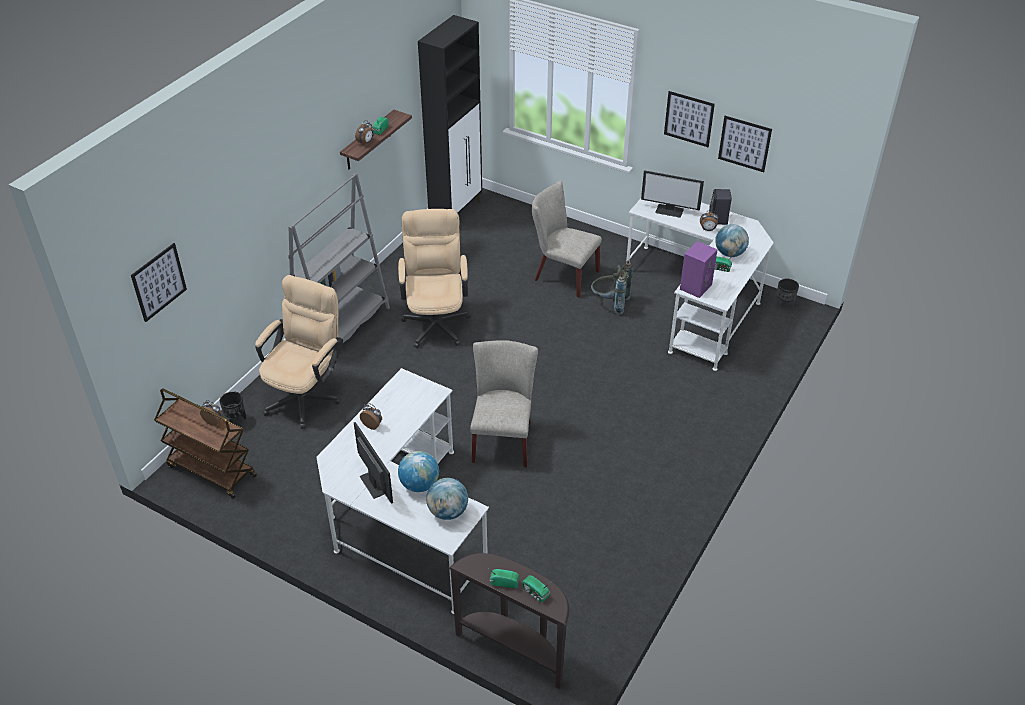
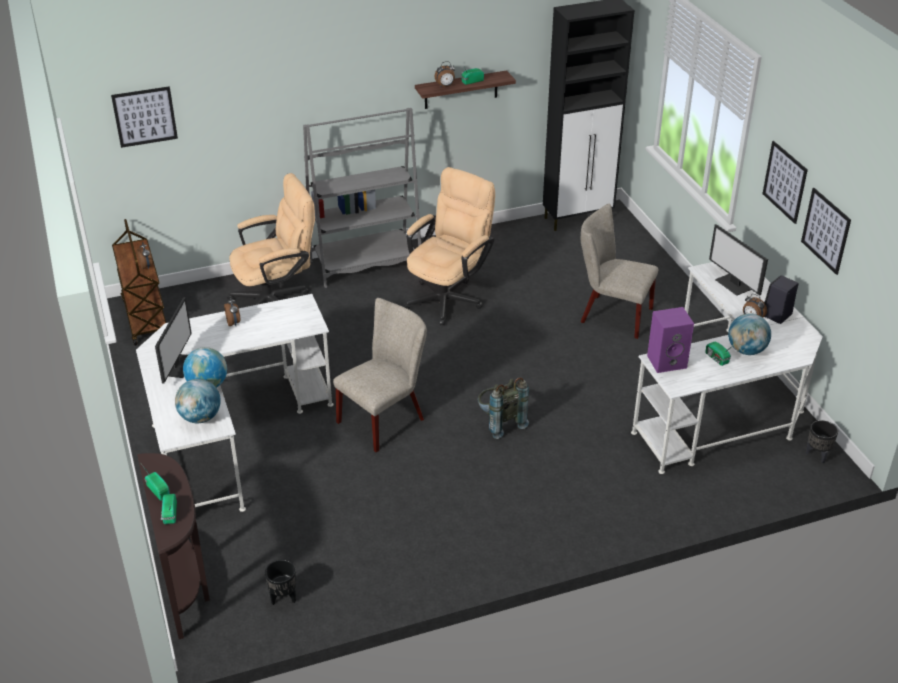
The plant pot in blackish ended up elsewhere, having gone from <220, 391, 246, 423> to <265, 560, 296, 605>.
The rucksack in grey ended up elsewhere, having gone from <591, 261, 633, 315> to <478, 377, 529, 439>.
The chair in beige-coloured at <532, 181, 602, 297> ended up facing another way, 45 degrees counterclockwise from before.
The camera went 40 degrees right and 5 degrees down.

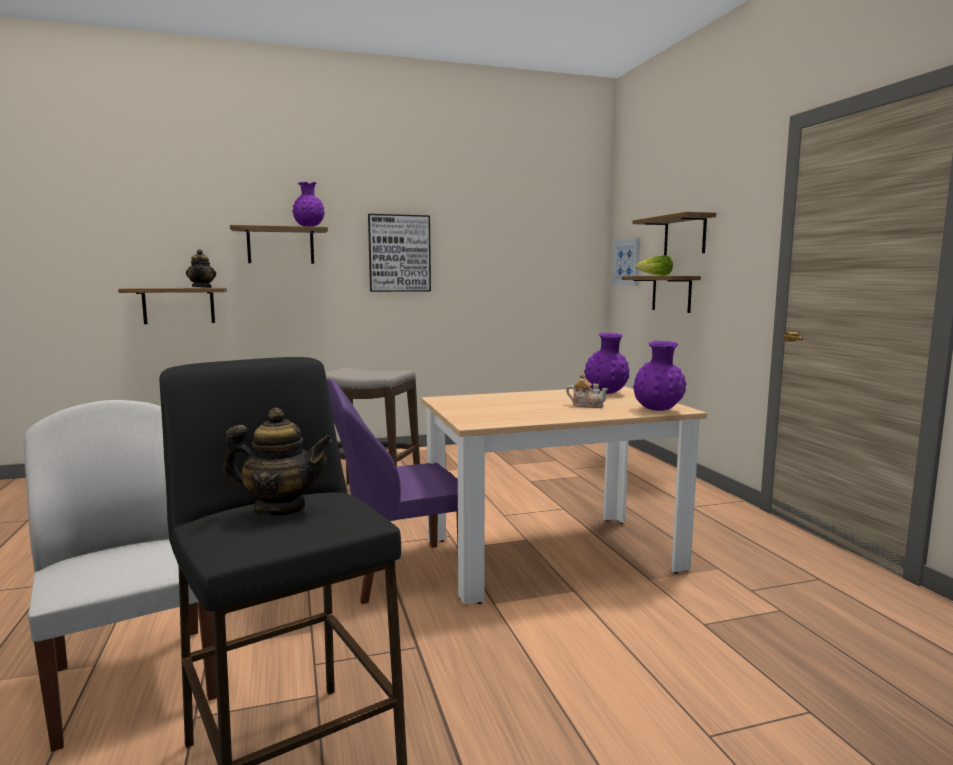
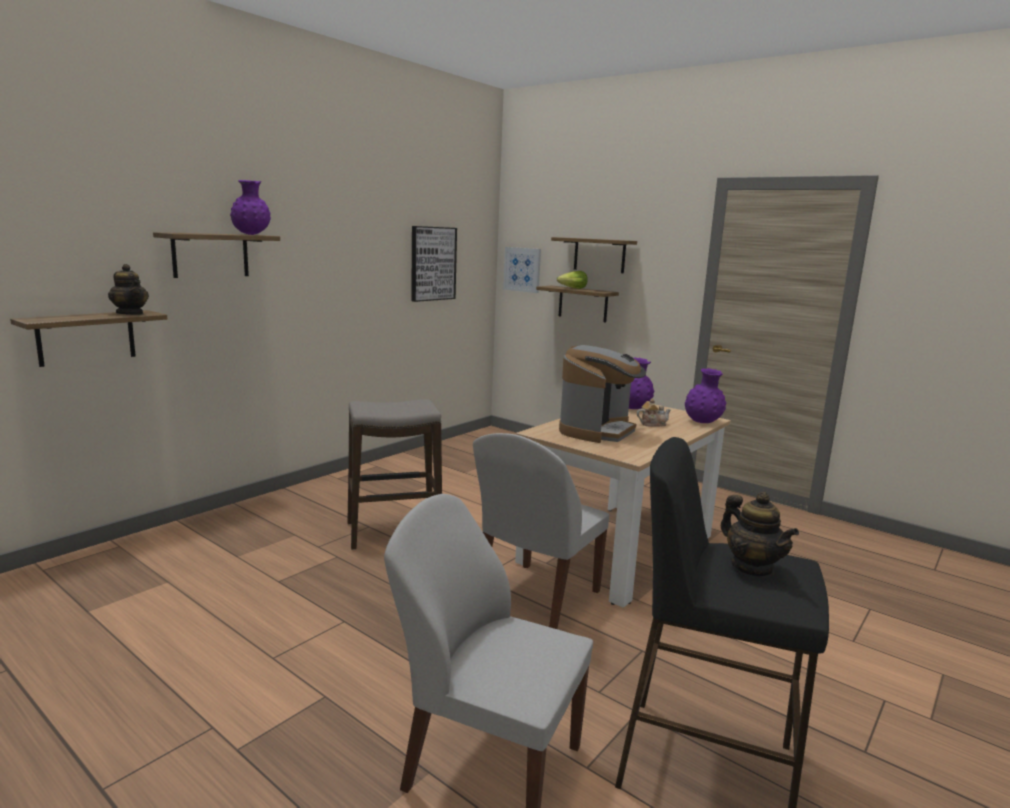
The second view gained the coffee maker at <559, 345, 646, 443>.
The wall art ended up elsewhere, having gone from <368, 214, 431, 292> to <411, 226, 457, 302>.
What was the chair in purple-coloured at <327, 379, 458, 604> turned into the chair in whitish at <473, 433, 609, 629>.
The pot for tea at <222, 408, 333, 516> ended up facing another way, 90 degrees clockwise from before.
The camera went 35 degrees left and 5 degrees up.

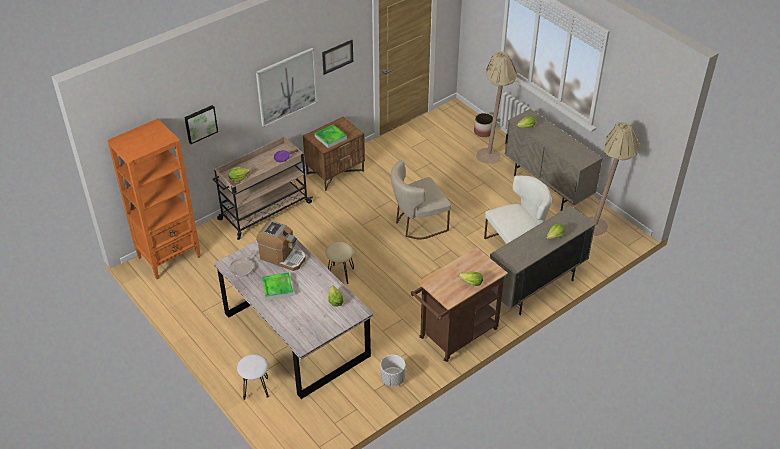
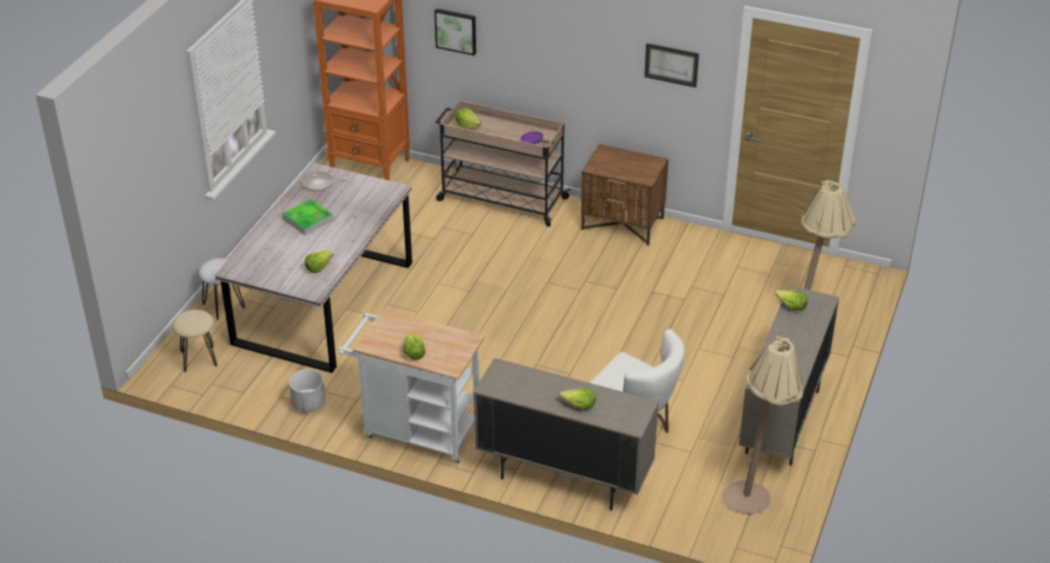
The second view lost the wall art at <256, 48, 317, 128>.
The second view lost the coffee maker at <256, 221, 306, 271>.
The second view lost the tray at <314, 124, 347, 148>.
The second view lost the chair in beige-coloured at <391, 160, 451, 240>.
The second view lost the plant pot at <474, 113, 493, 137>.
The sitting stool in beige-coloured ended up elsewhere, having gone from <325, 242, 354, 284> to <172, 310, 217, 372>.
What was the cart in brown at <411, 247, 508, 362> turned into the cart in whitish at <338, 309, 485, 465>.
The camera went 60 degrees right and 5 degrees down.

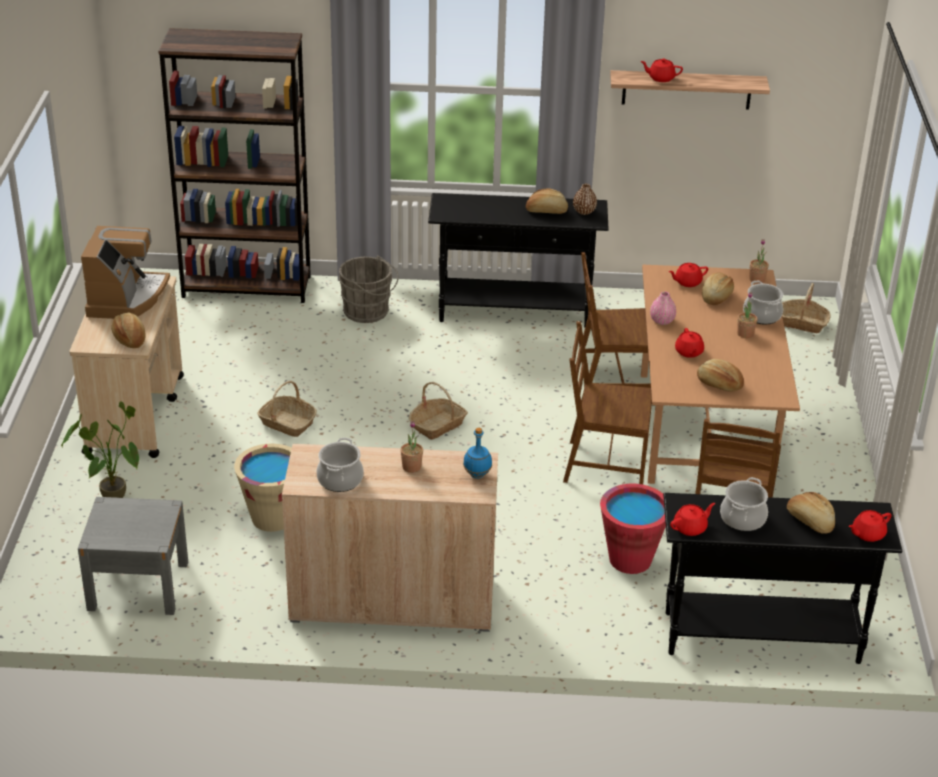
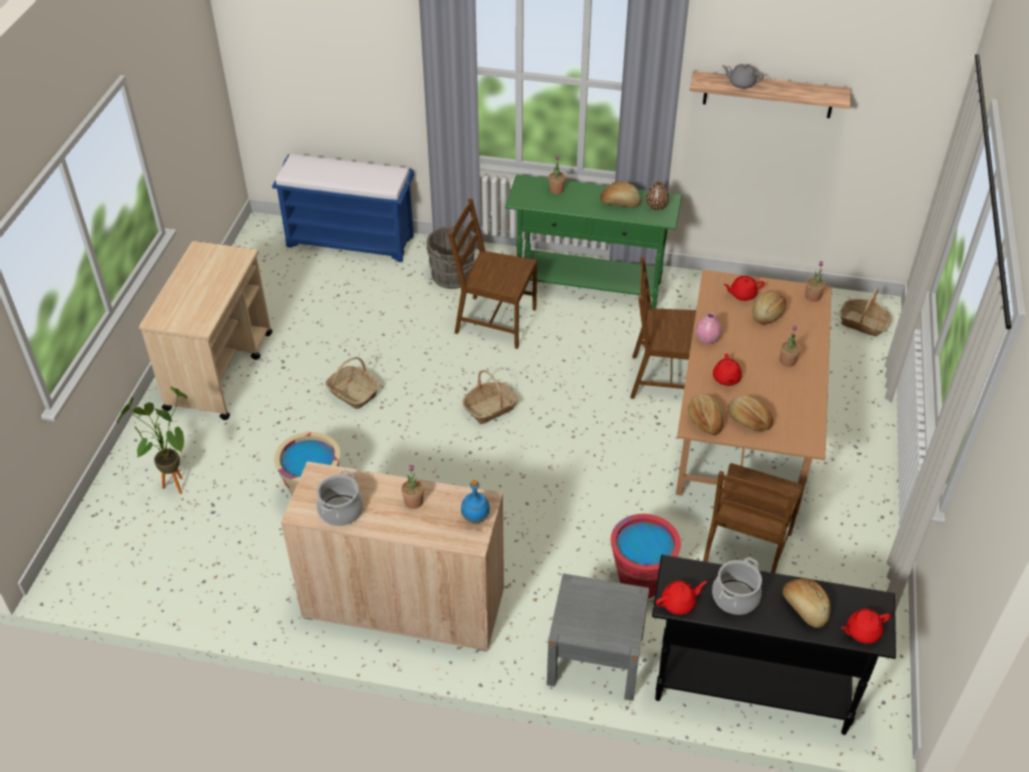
The second view lost the coffee maker at <81, 226, 170, 319>.
The second view lost the stockpot at <743, 281, 783, 325>.
The second view gained the houseplant at <549, 155, 566, 195>.
The nightstand in grey ended up elsewhere, having gone from <78, 497, 188, 615> to <547, 573, 650, 701>.
The bread ended up elsewhere, having gone from <111, 312, 146, 348> to <688, 395, 724, 435>.
The chair in brown ended up elsewhere, having gone from <563, 321, 652, 484> to <448, 198, 537, 349>.
Where the shelving unit in brown stood at <158, 28, 311, 303>, the bench in blue-coloured came to stand at <272, 154, 414, 262>.
What was the narrow table in blackish at <428, 193, 609, 328> turned into the narrow table in green at <505, 175, 682, 308>.
What was the pot for tea in reddish at <640, 58, 683, 82> turned into the pot for tea in grey at <722, 64, 764, 89>.
The camera went 10 degrees right and 10 degrees up.

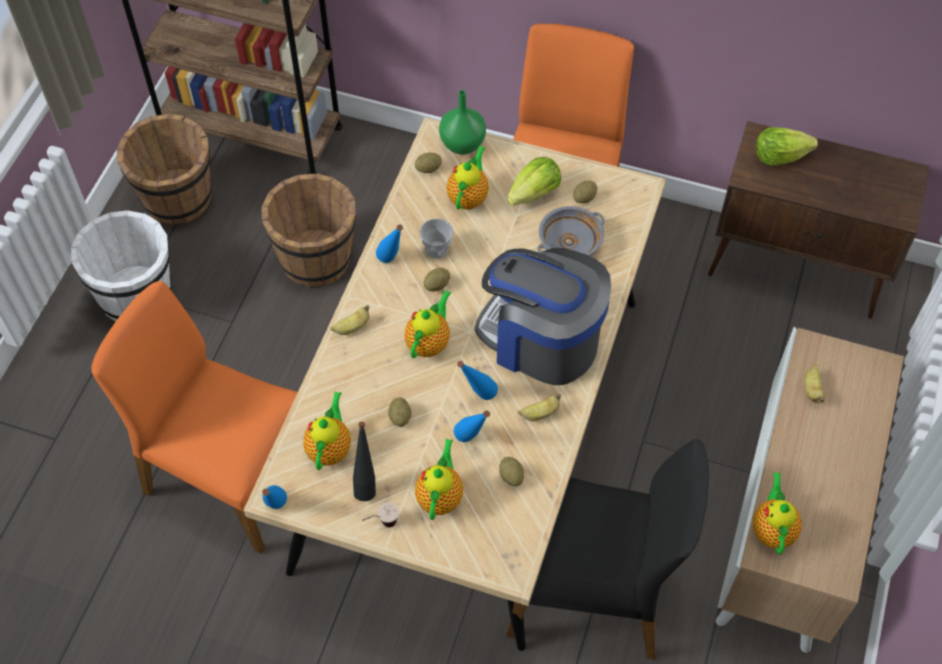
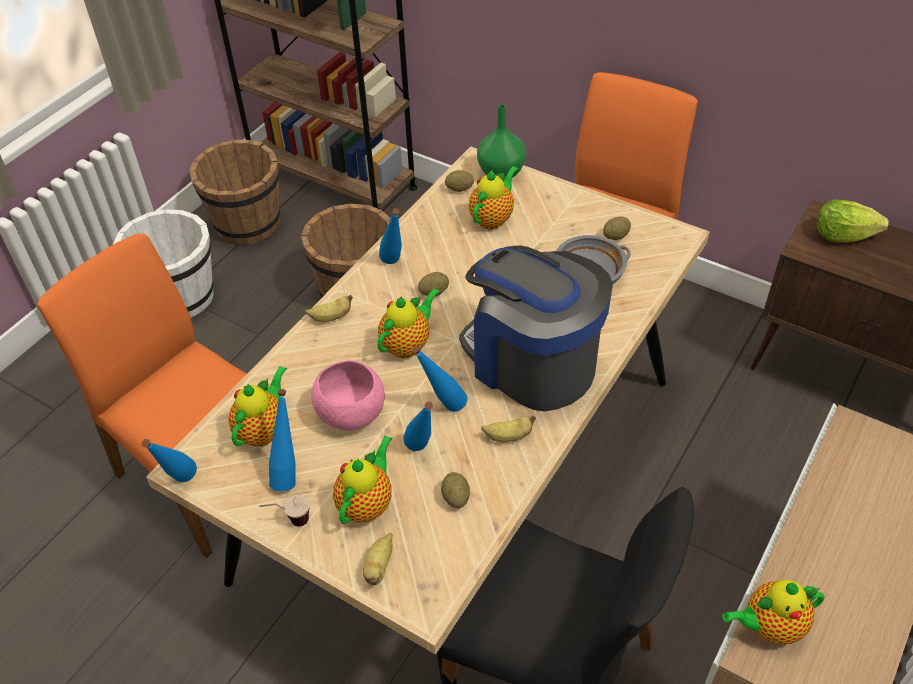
The second view lost the small cup at <420, 219, 453, 258>.
The second view lost the head of lettuce at <507, 157, 561, 206>.
The banana ended up elsewhere, having gone from <804, 364, 824, 403> to <363, 533, 393, 585>.
Where the spud stood at <388, 397, 412, 427>, the deep dish in pink-coloured came to stand at <311, 360, 385, 431>.
What was the beverage bottle in blackish at <353, 422, 376, 501> turned into the beverage bottle in blue-coloured at <269, 389, 295, 492>.
The pot for tea at <753, 472, 802, 555> ended up facing another way, 120 degrees counterclockwise from before.
The camera went 15 degrees right and 10 degrees down.

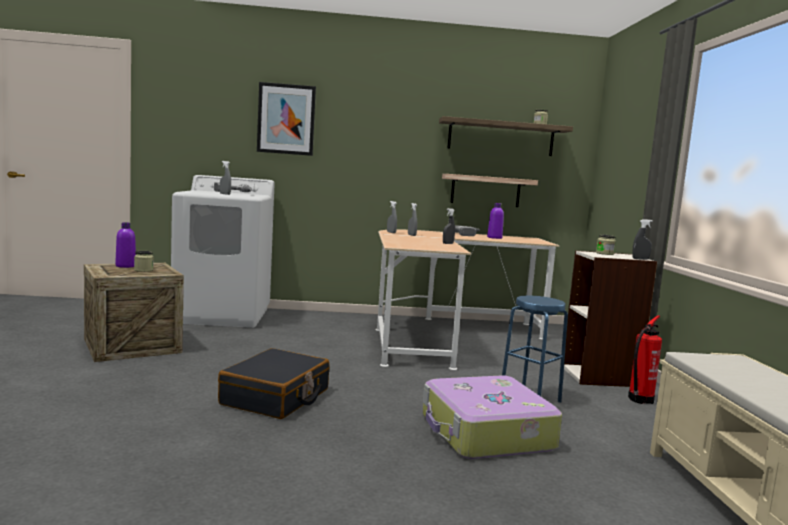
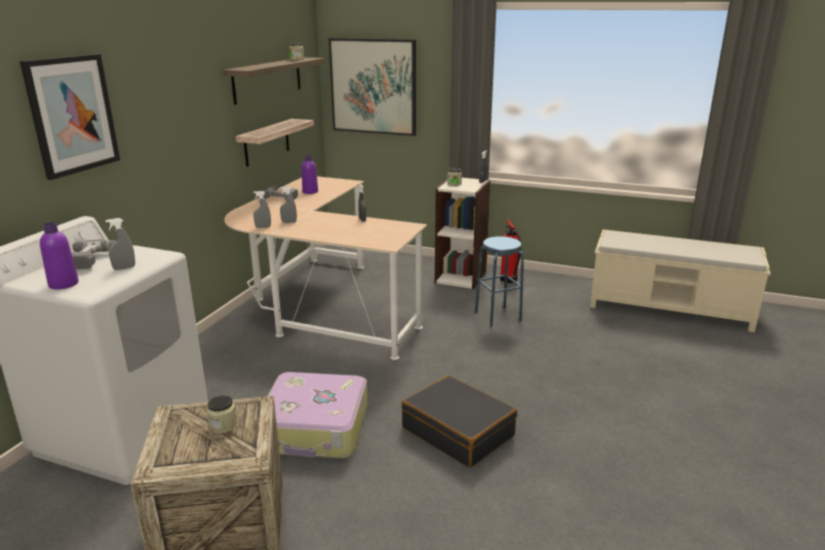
The second view gained the wall art at <328, 38, 416, 136>.
The beverage bottle in purple-coloured ended up elsewhere, having gone from <115, 222, 136, 268> to <40, 222, 79, 289>.
The suitcase ended up elsewhere, having gone from <423, 375, 562, 459> to <268, 372, 368, 458>.
The camera went 65 degrees left and 15 degrees up.

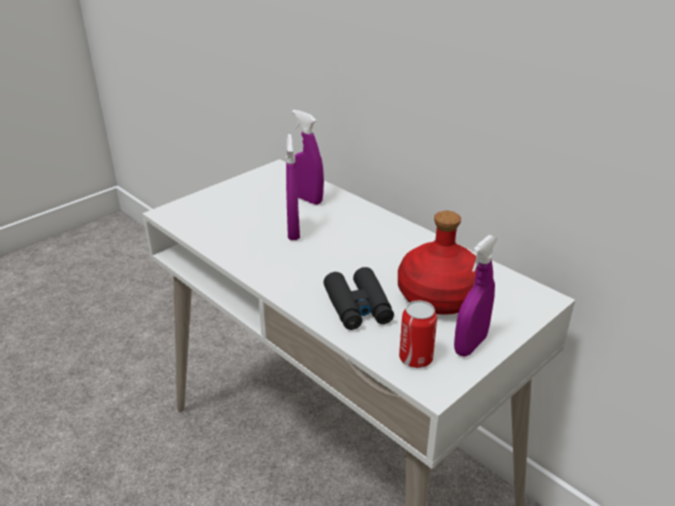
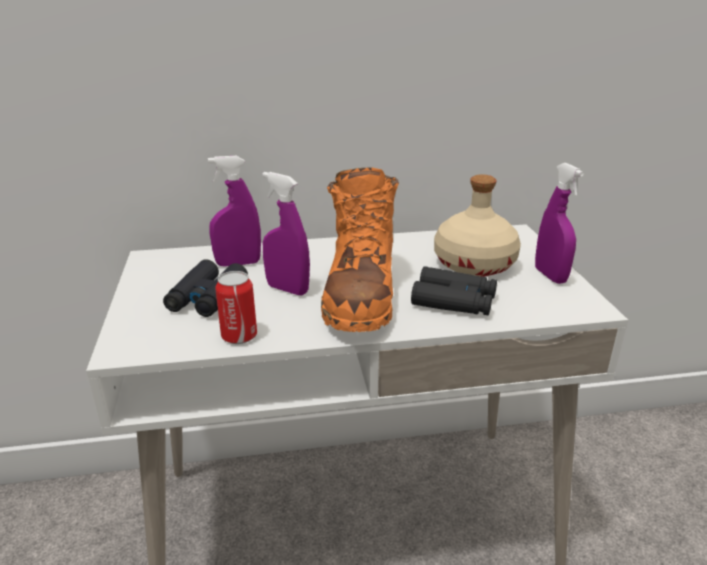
The second view gained the field glasses in blackish at <163, 259, 248, 317>.
The second view gained the high-top boot in orange-coloured at <321, 167, 399, 332>.
The sealed can ended up elsewhere, having gone from <399, 300, 437, 368> to <215, 271, 257, 344>.
What was the beverage bottle in reddish at <398, 211, 477, 315> turned into the beverage bottle in beige-coloured at <434, 174, 521, 277>.
The camera went 55 degrees left and 5 degrees down.

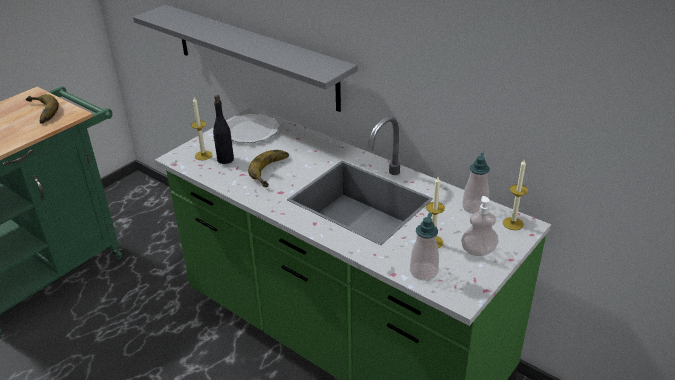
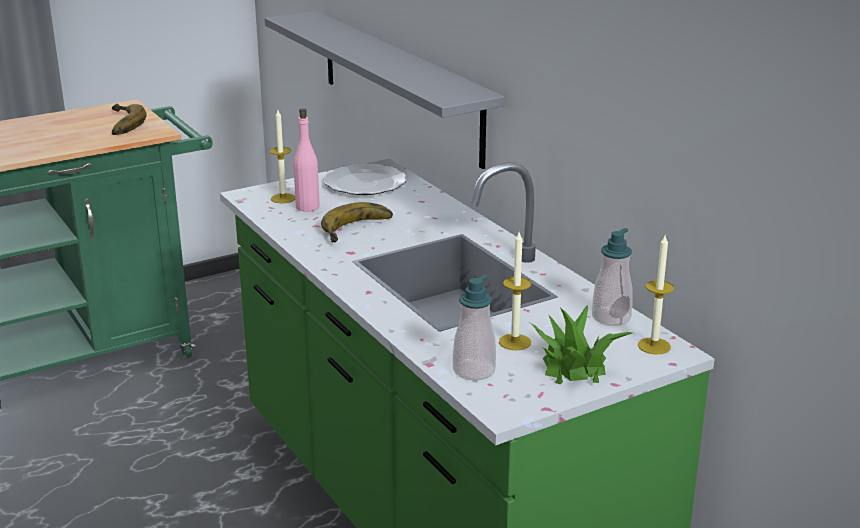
Where the liquid soap bottle stood at <461, 196, 499, 256>, the houseplant came to stand at <530, 305, 632, 385>.
What was the beverage bottle in blackish at <213, 95, 234, 164> turned into the beverage bottle in pink-coloured at <294, 108, 320, 212>.
The camera went 20 degrees right and 10 degrees down.

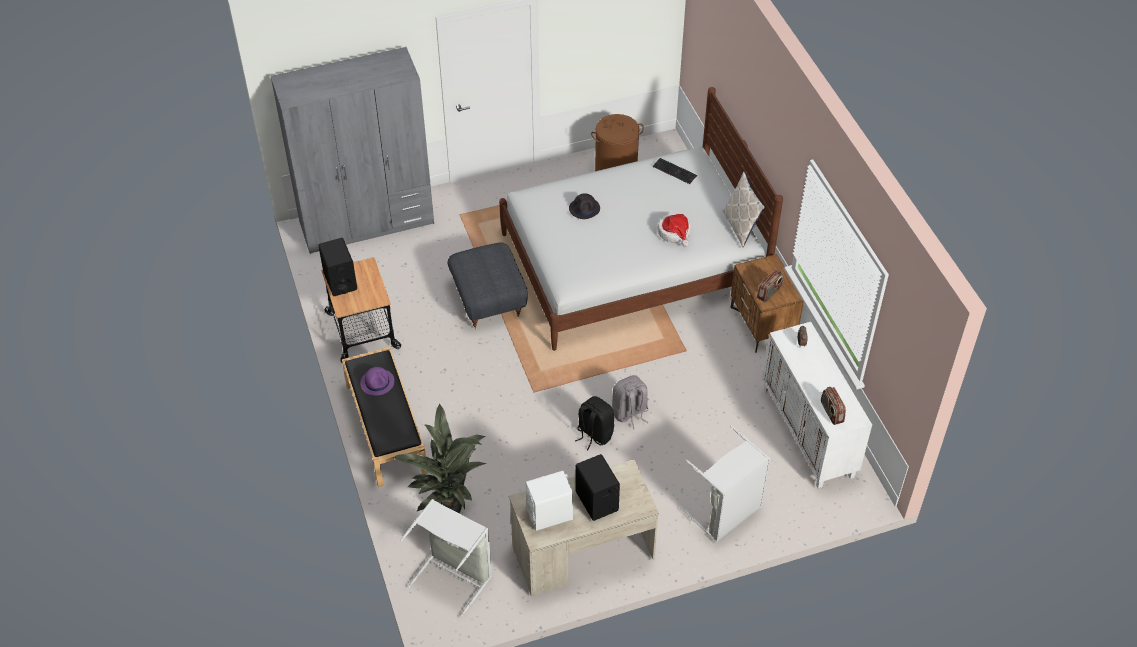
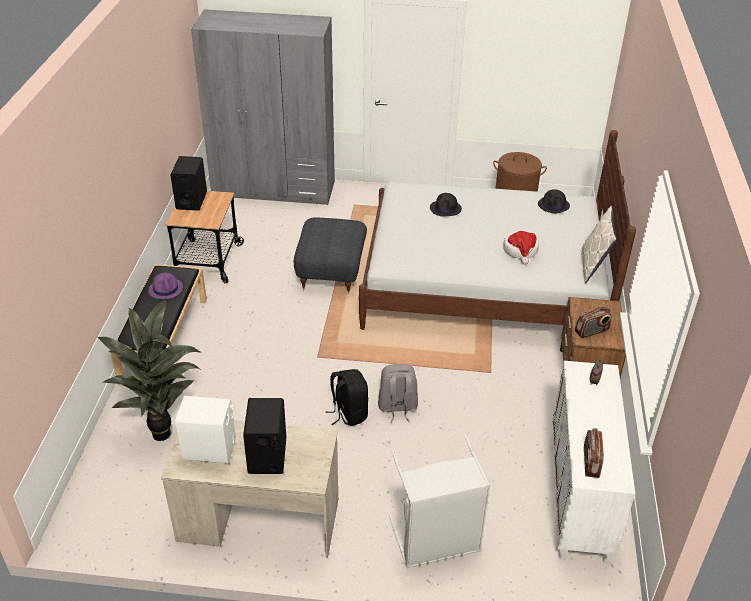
The second view lost the washing basket in grey at <400, 499, 492, 617>.
Where the PC keyboard stood at <653, 158, 697, 184>, the wearable hat in blackish came to stand at <538, 189, 570, 213>.
The camera went 25 degrees right and 10 degrees down.

